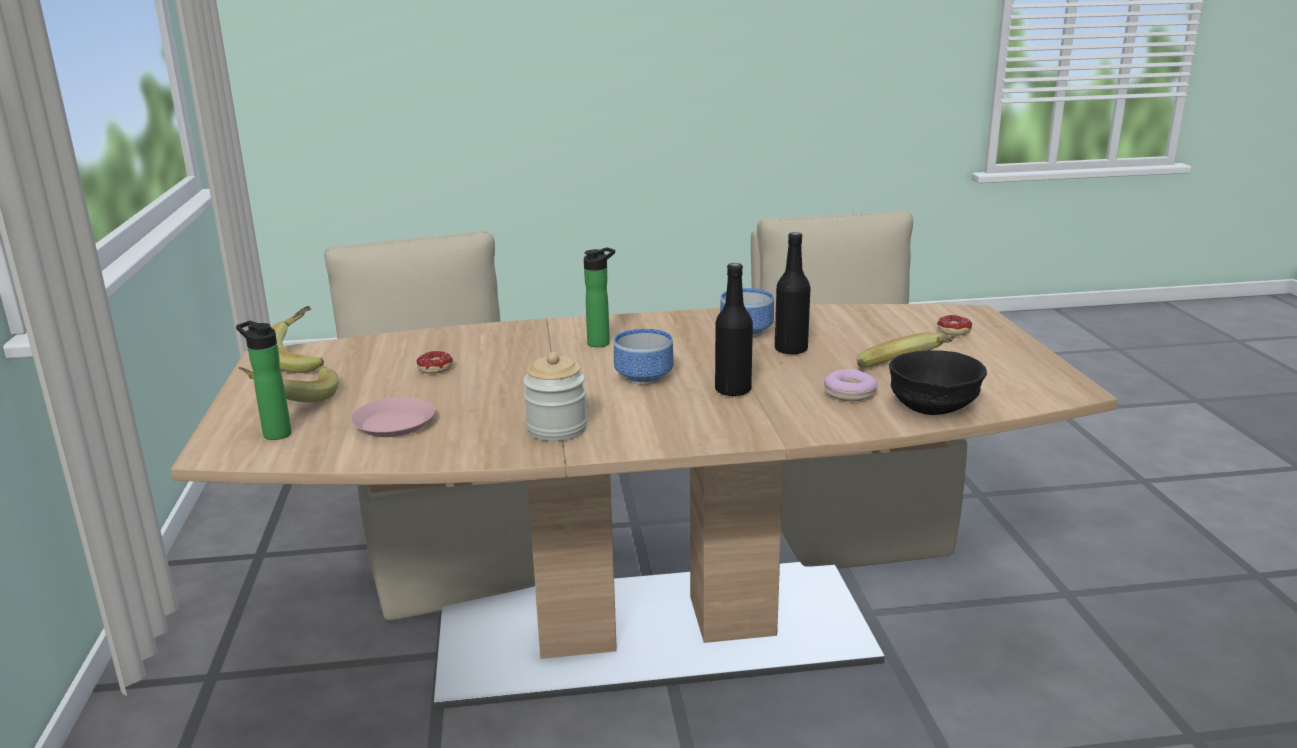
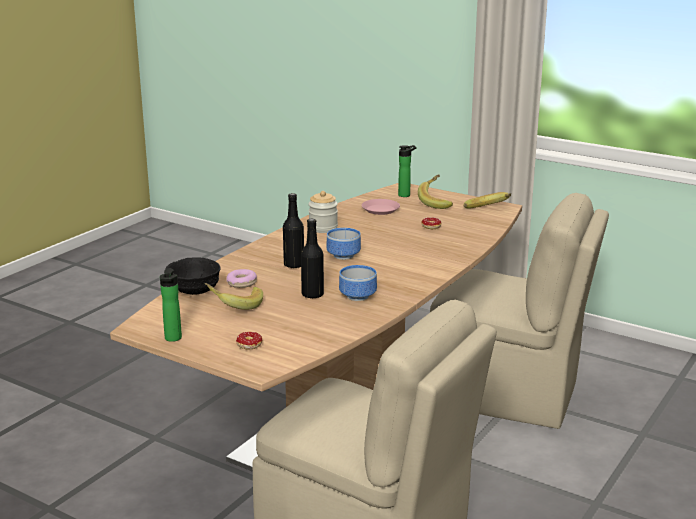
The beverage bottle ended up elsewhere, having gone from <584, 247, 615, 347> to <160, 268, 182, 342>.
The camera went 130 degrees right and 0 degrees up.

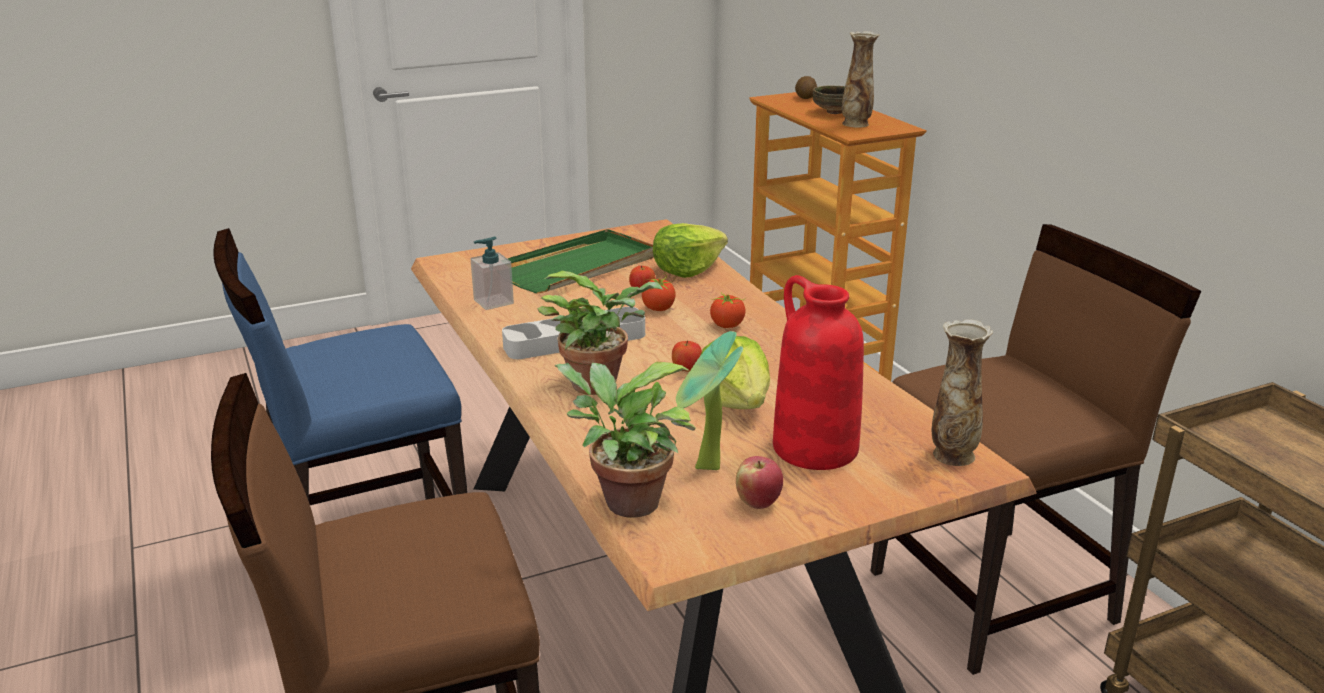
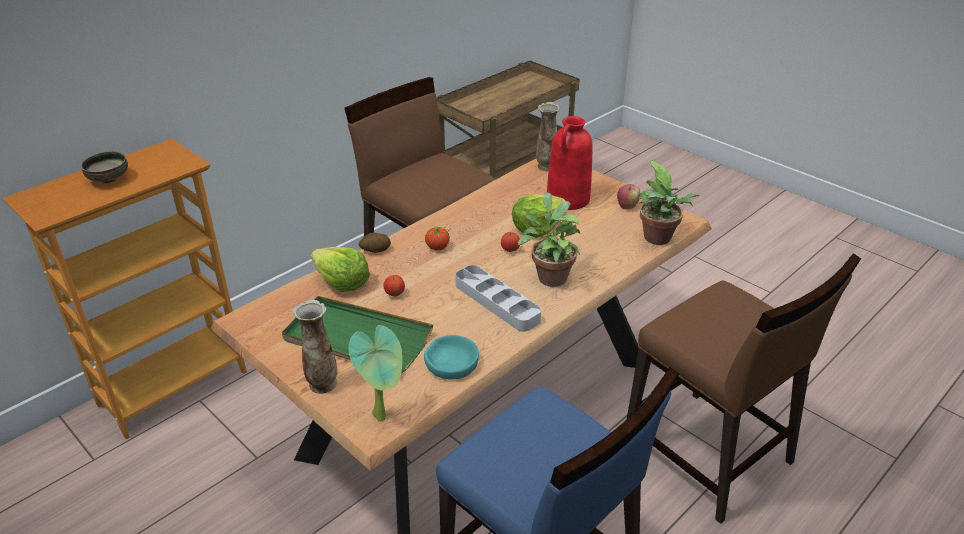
The second view lost the whole tomato at <642, 273, 677, 311>.
The houseplant ended up elsewhere, having gone from <676, 331, 743, 470> to <348, 325, 402, 422>.
The spud ended up elsewhere, having gone from <795, 76, 817, 99> to <358, 233, 391, 253>.
The decorative vase ended up elsewhere, having gone from <842, 31, 880, 128> to <293, 300, 337, 394>.
Where the liquid soap bottle stood at <470, 237, 514, 310>, the deep dish in blue-green came to stand at <424, 335, 479, 380>.
The camera went 110 degrees left and 10 degrees up.

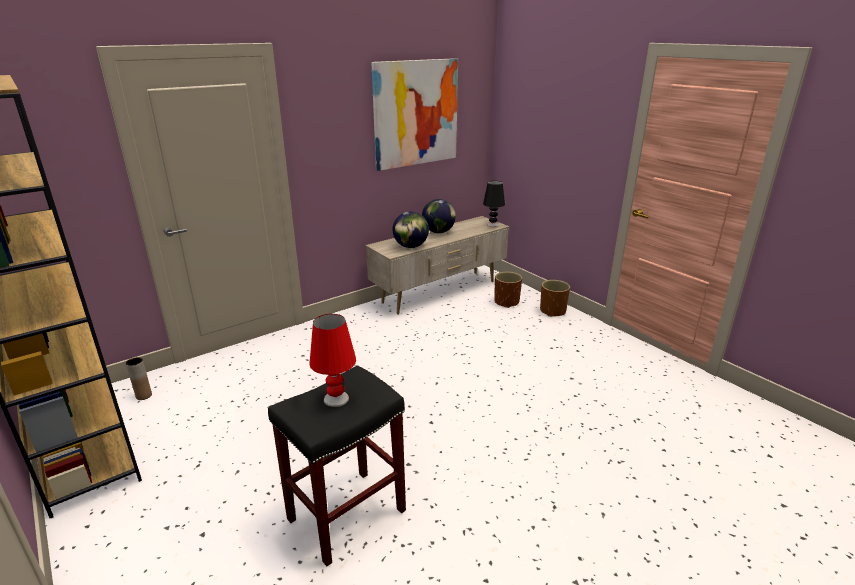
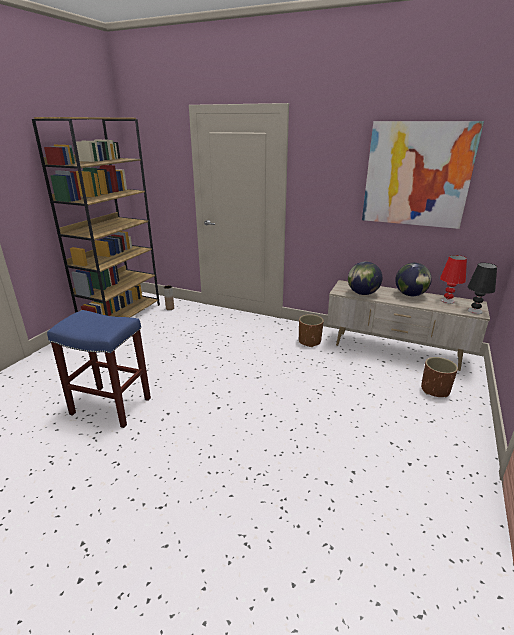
The tabletop lamp in reddish ended up elsewhere, having gone from <309, 314, 356, 407> to <440, 255, 467, 304>.
The plant pot in brown ended up elsewhere, having gone from <540, 280, 570, 317> to <299, 314, 324, 347>.
What was the sitting stool in blackish at <268, 365, 406, 566> turned into the sitting stool in blue-coloured at <47, 310, 151, 428>.
The camera went 60 degrees right and 0 degrees up.

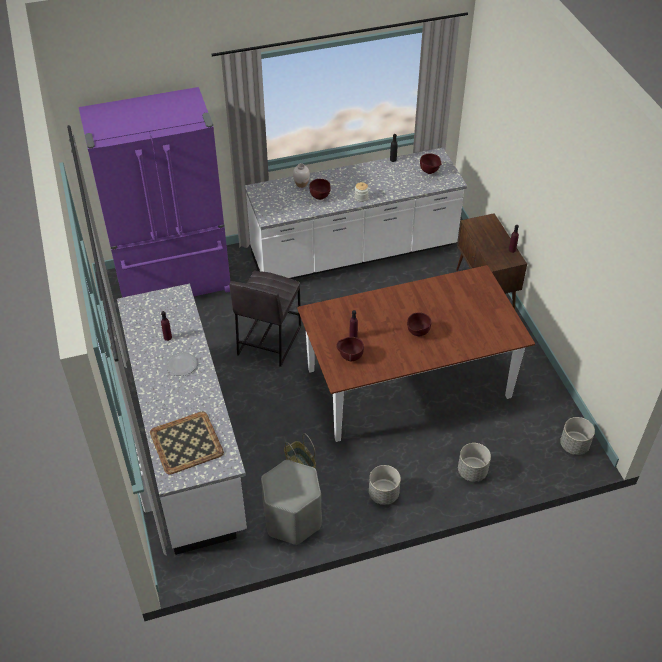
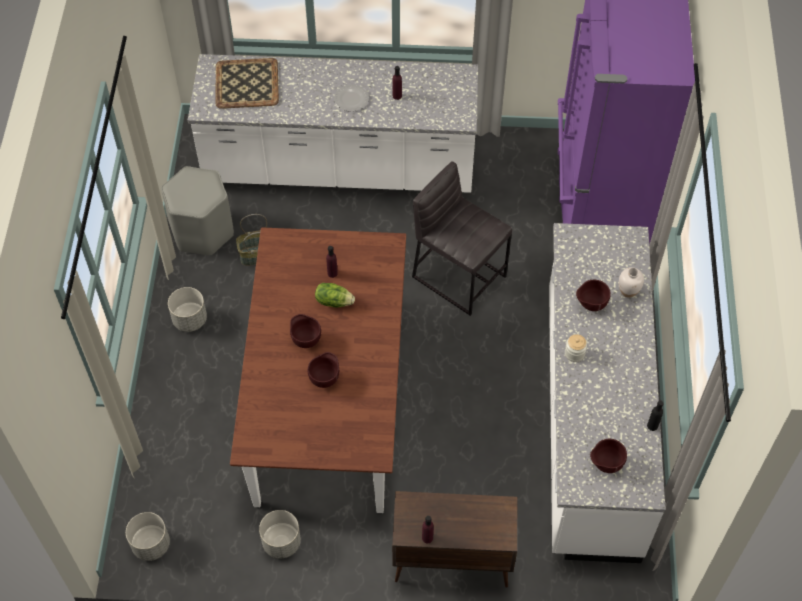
The second view gained the head of lettuce at <315, 283, 355, 307>.
The deep dish in brown ended up elsewhere, having gone from <336, 337, 364, 361> to <308, 352, 339, 388>.
The plant pot in grey ended up elsewhere, having gone from <458, 443, 491, 482> to <259, 510, 301, 558>.
The camera went 110 degrees right and 10 degrees up.

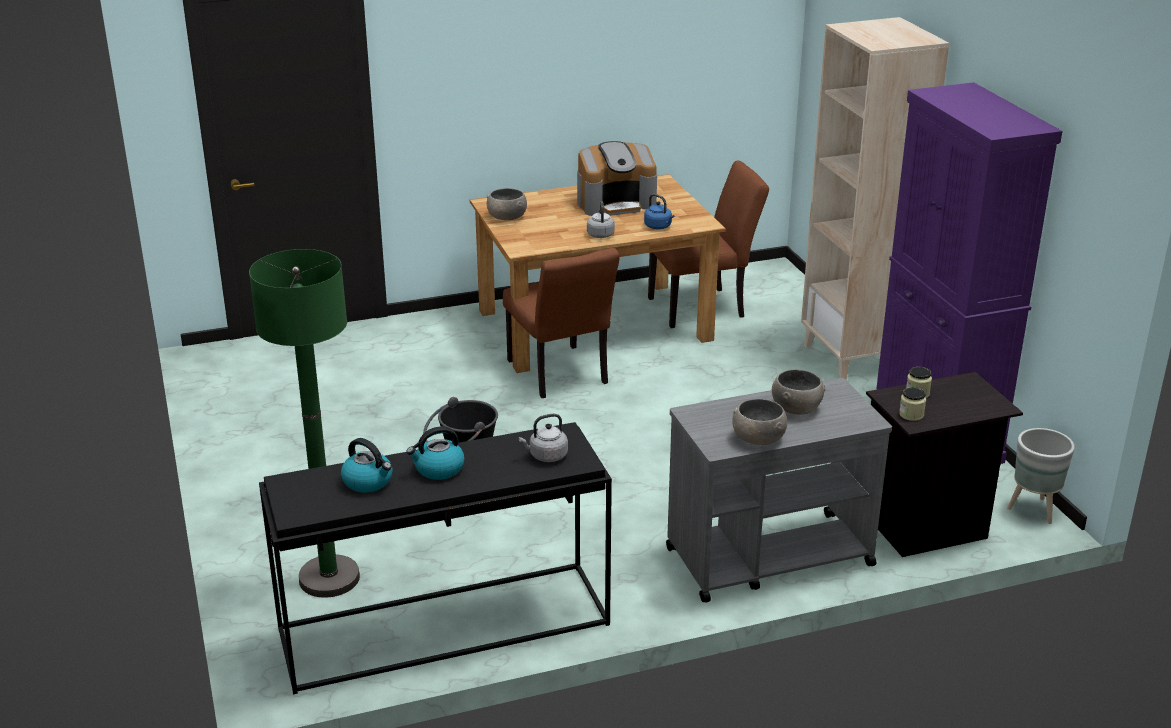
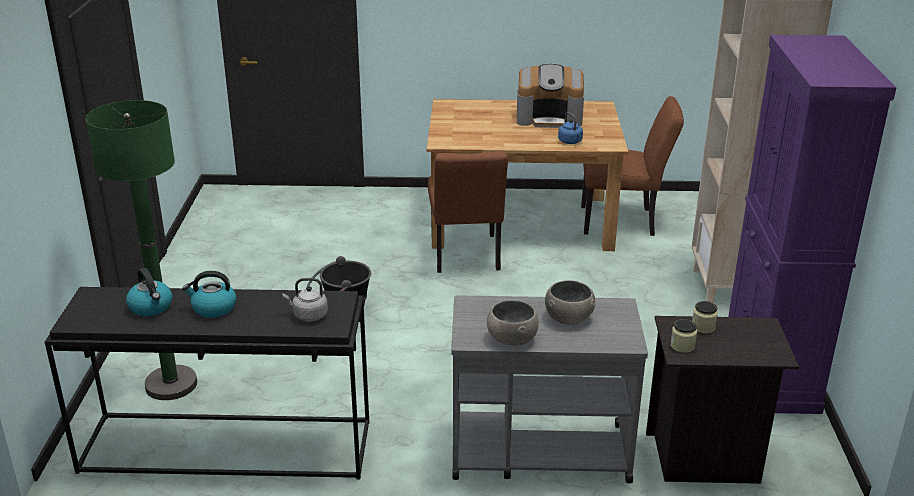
The second view lost the deep dish in grey at <487, 188, 527, 220>.
The second view lost the kettle in grey at <587, 201, 615, 238>.
The second view lost the plant pot in grey at <1007, 428, 1075, 524>.
The camera went 20 degrees right and 0 degrees up.

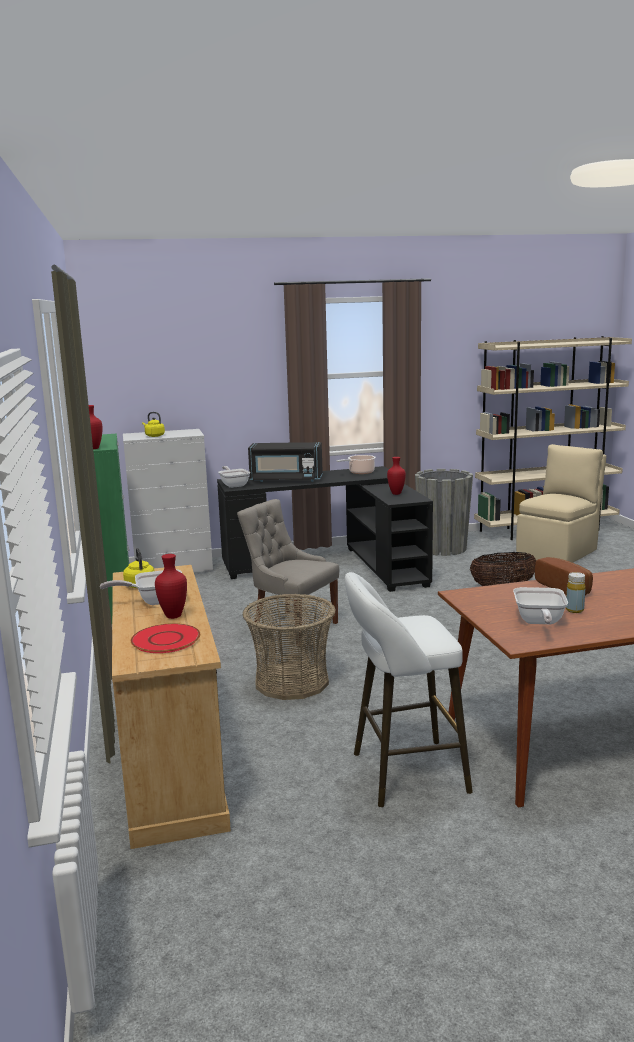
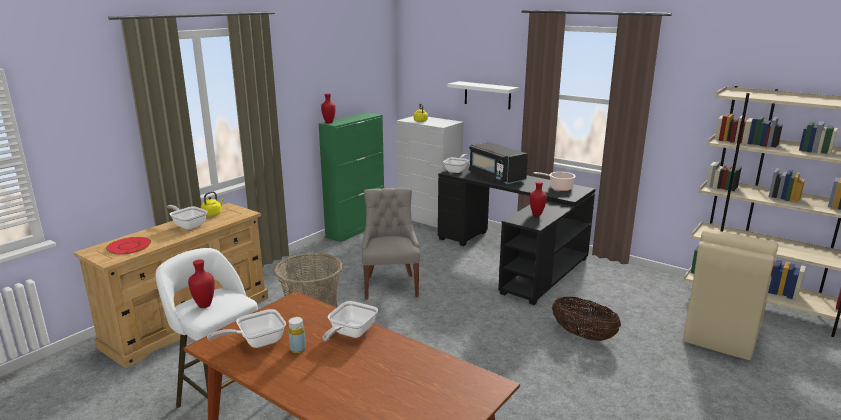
The second view lost the plant pot in grey at <415, 469, 473, 556>.
The second view gained the wall shelf in whitish at <447, 81, 519, 109>.
The decorative vase in reddish ended up elsewhere, having gone from <155, 554, 187, 619> to <188, 259, 215, 308>.
Where the bread stood at <535, 557, 593, 595>, the pan came to stand at <322, 301, 378, 342>.
The chair in beige-coloured at <516, 444, 606, 563> ended up facing another way, 120 degrees clockwise from before.
The camera went 50 degrees right and 5 degrees up.

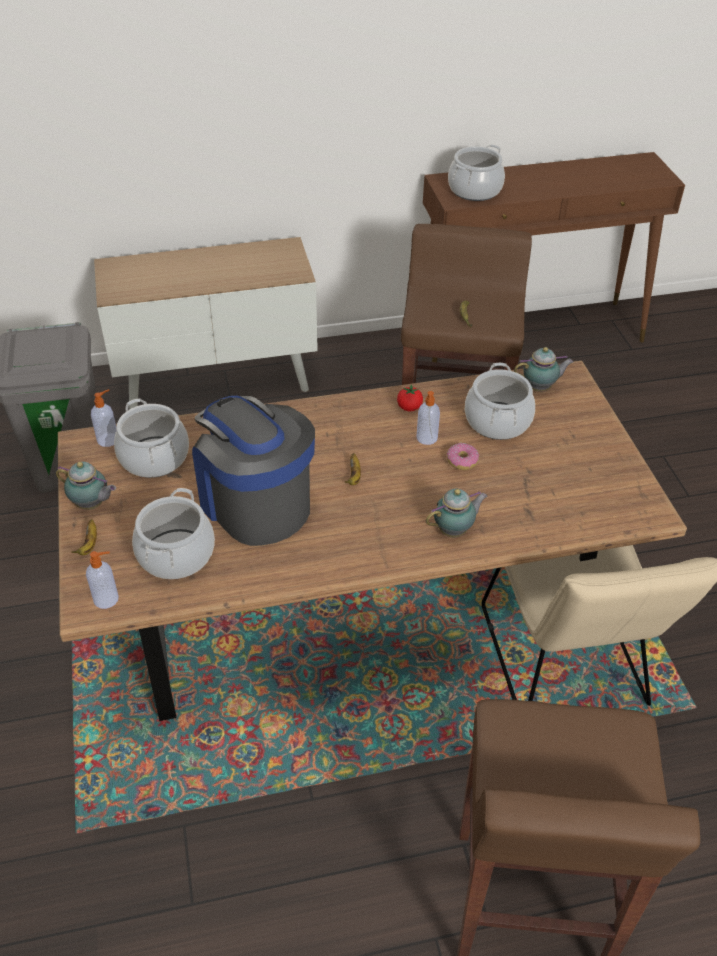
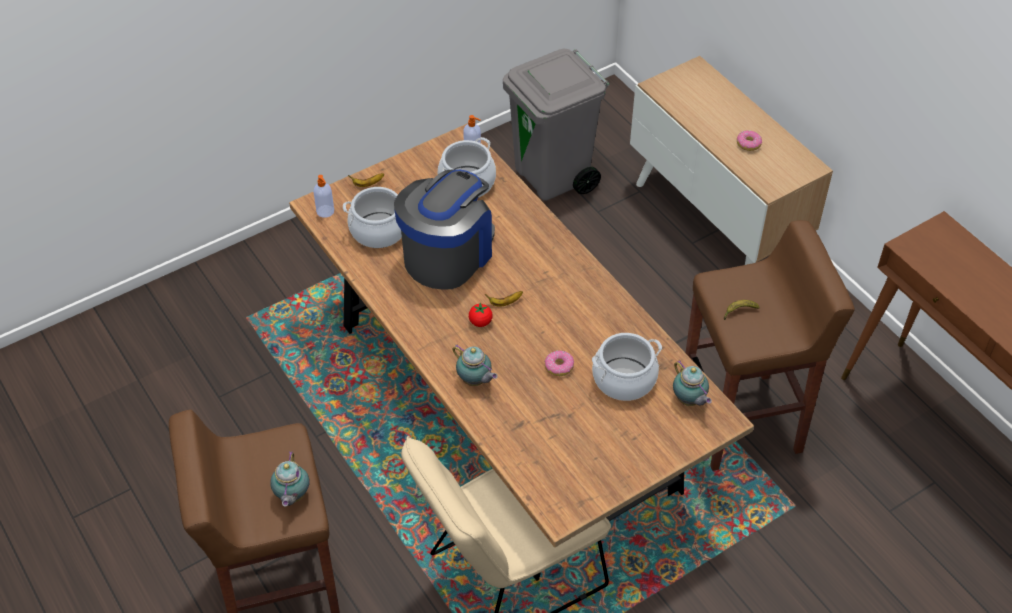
The second view lost the liquid soap bottle at <416, 391, 440, 445>.
The second view lost the stockpot at <448, 144, 505, 201>.
The second view gained the donut at <737, 130, 762, 151>.
The pot for tea ended up elsewhere, having gone from <56, 462, 116, 510> to <270, 451, 309, 506>.
The whole tomato ended up elsewhere, having gone from <397, 385, 423, 412> to <469, 302, 493, 327>.
The camera went 70 degrees right and 5 degrees up.

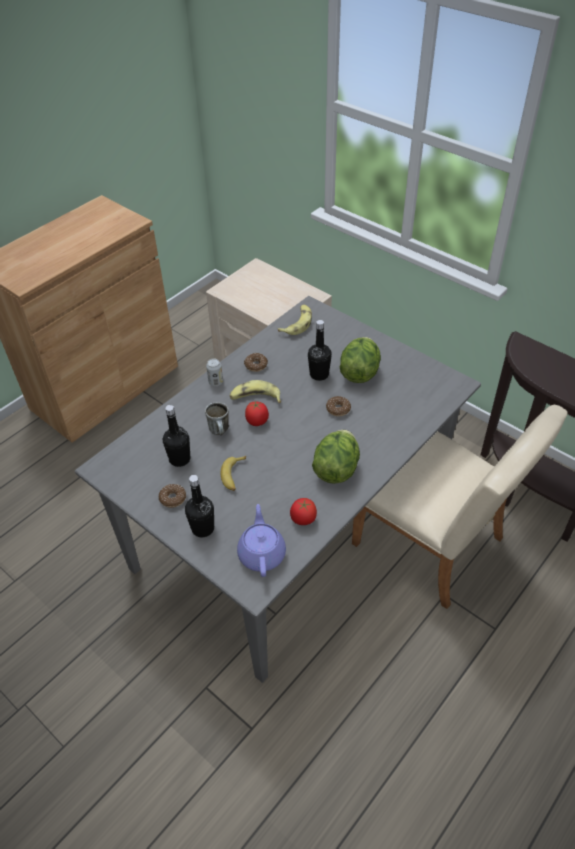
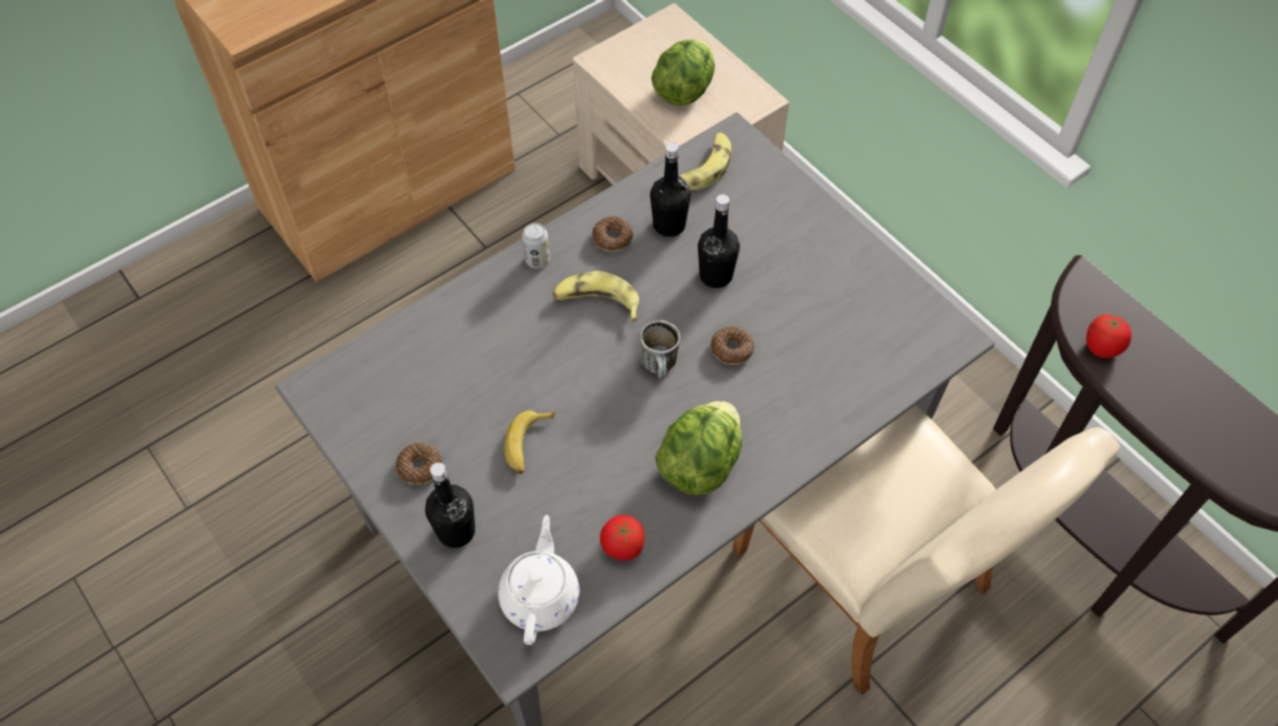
The beverage bottle in blackish ended up elsewhere, having gone from <162, 405, 190, 467> to <650, 142, 691, 237>.
The tea mug ended up elsewhere, having gone from <205, 402, 229, 435> to <640, 320, 680, 379>.
The whole tomato ended up elsewhere, having gone from <245, 401, 269, 426> to <1086, 314, 1132, 358>.
The head of lettuce ended up elsewhere, having gone from <340, 337, 381, 383> to <651, 39, 715, 106>.
What was the pot for tea in purple-coloured at <237, 504, 286, 577> turned into the pot for tea in whitish at <498, 515, 580, 645>.
The camera went 10 degrees right and 10 degrees up.

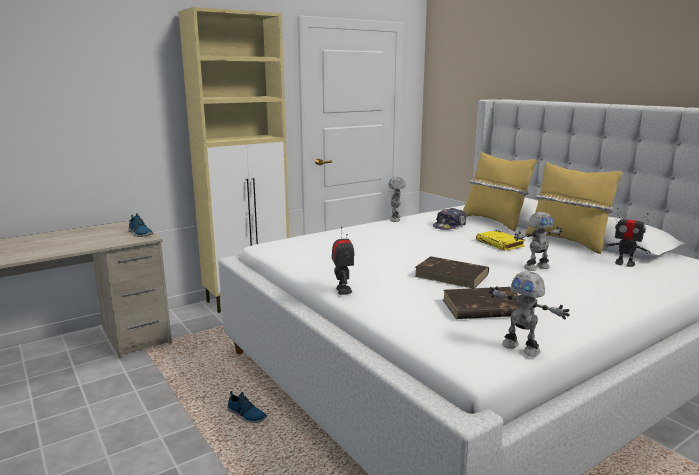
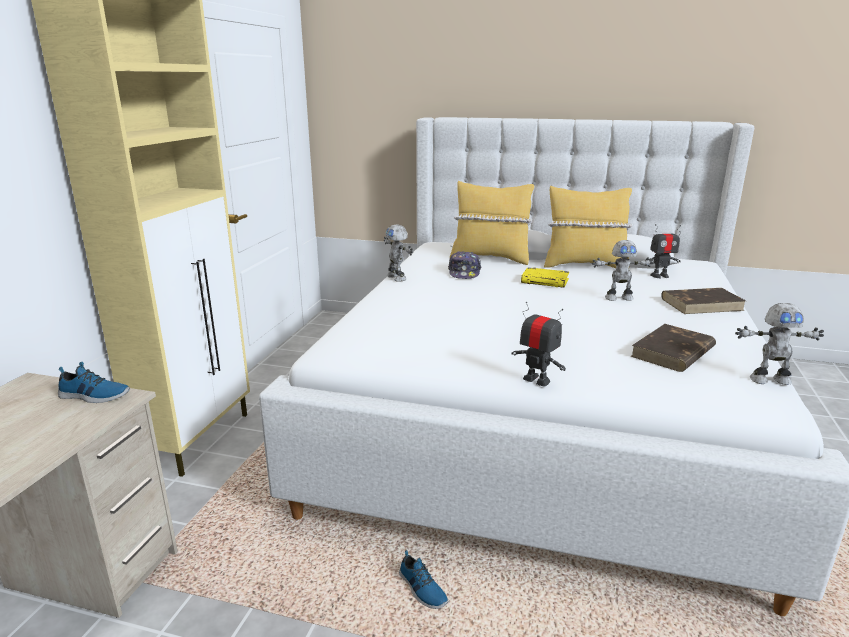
The bound book in brown ended up elsewhere, having gone from <414, 256, 489, 288> to <661, 288, 746, 314>.
The low shoe at <227, 391, 267, 423> ended up facing another way, 60 degrees clockwise from before.
The toy robot at <514, 212, 562, 271> ended up facing another way, 60 degrees clockwise from before.
The camera went 40 degrees left and 5 degrees up.

